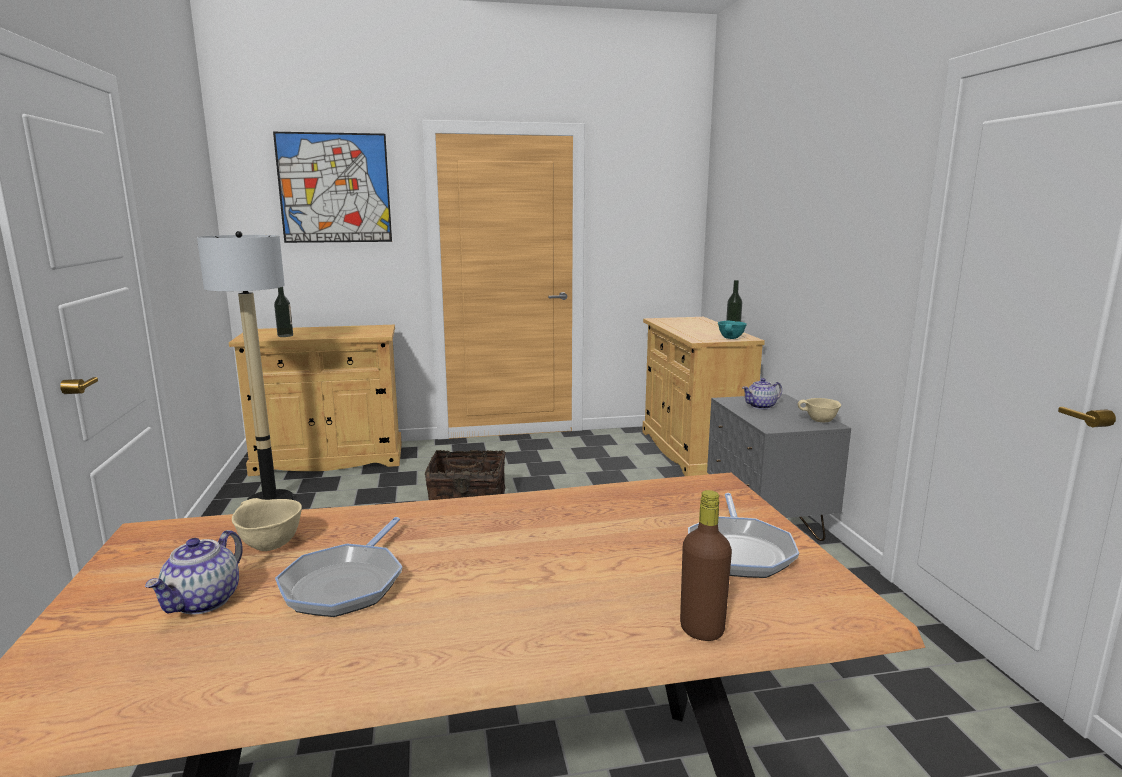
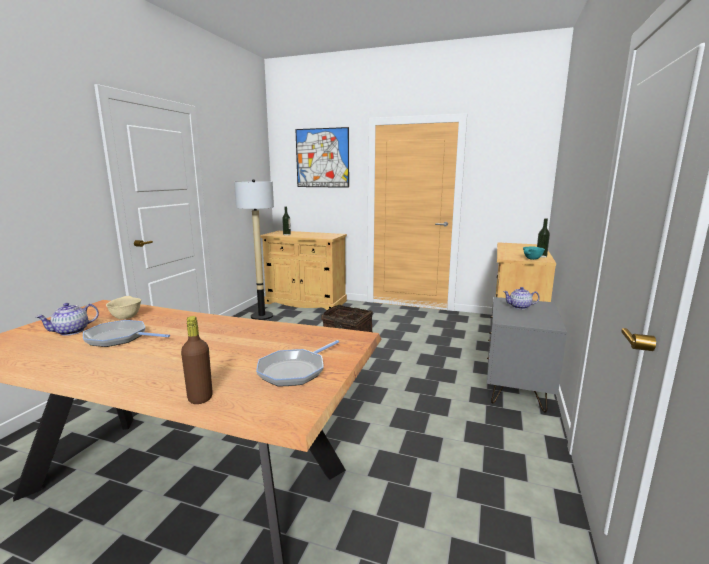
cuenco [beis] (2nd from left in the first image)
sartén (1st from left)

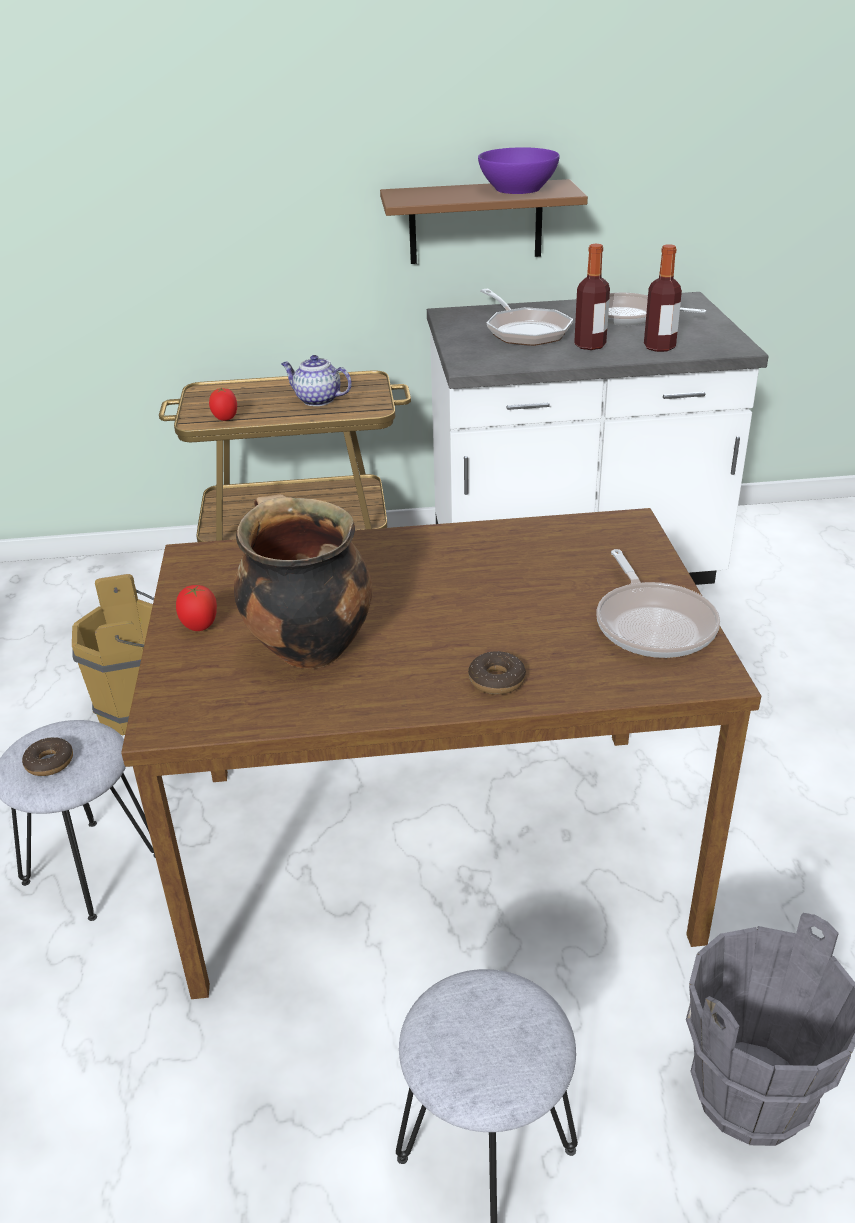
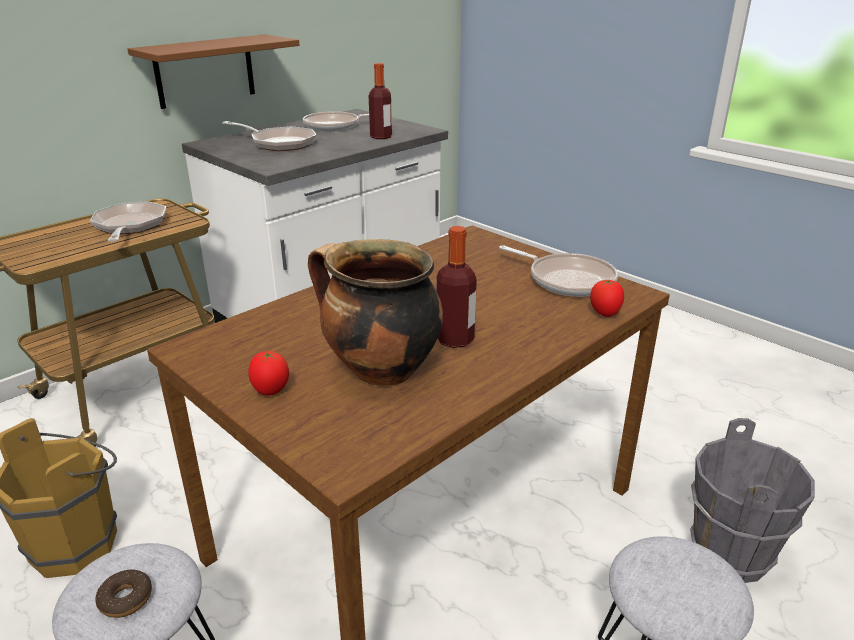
cuenco [morado]
botella (2nd from left)
sartén (1st from left)
tomate (2nd from left)
rosquilla (2nd from left in the first image)

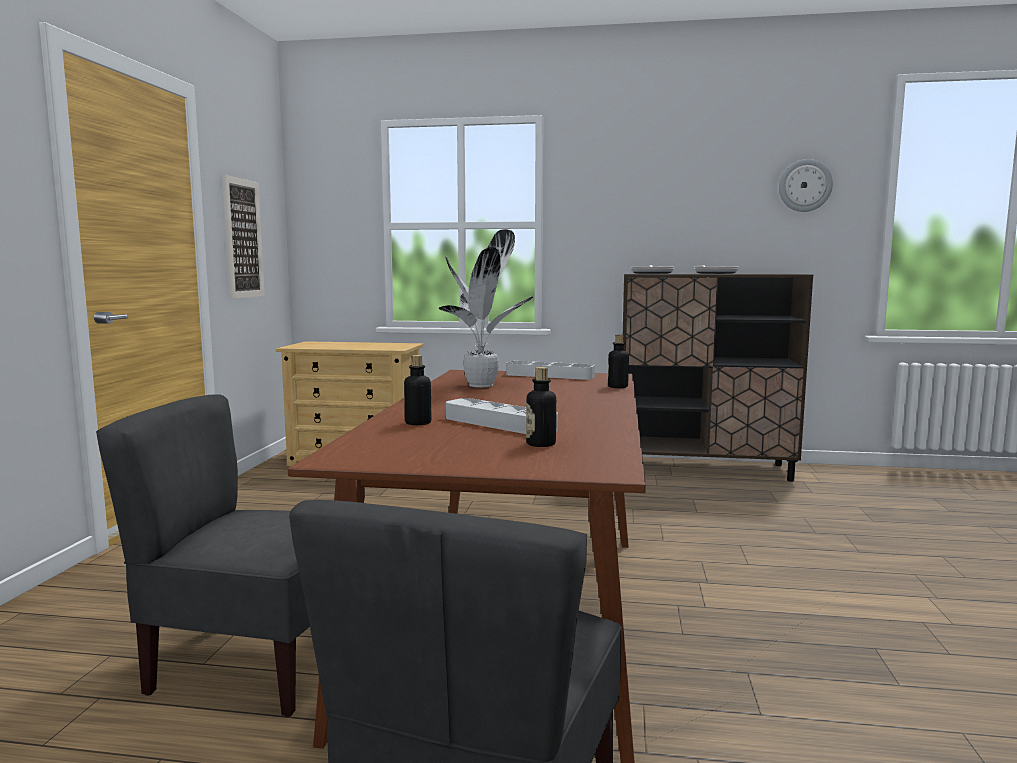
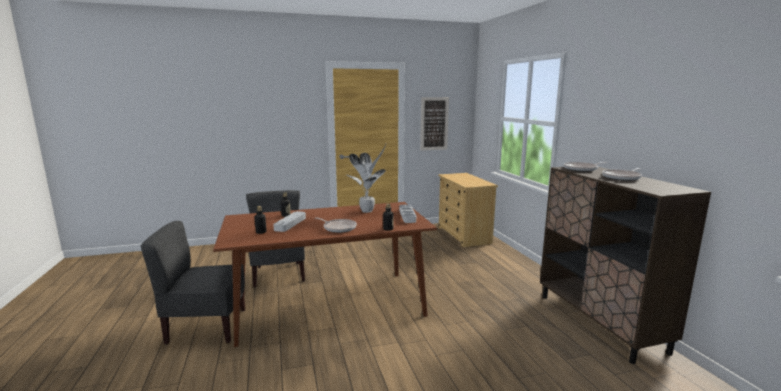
reloj de pared
sartén (1st from left)

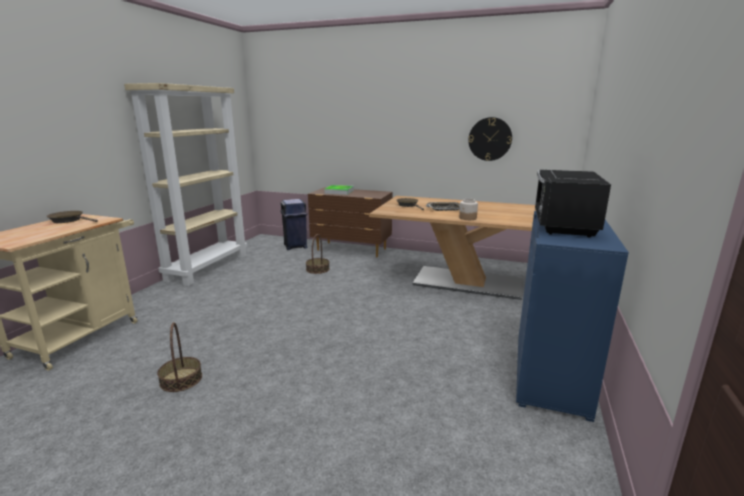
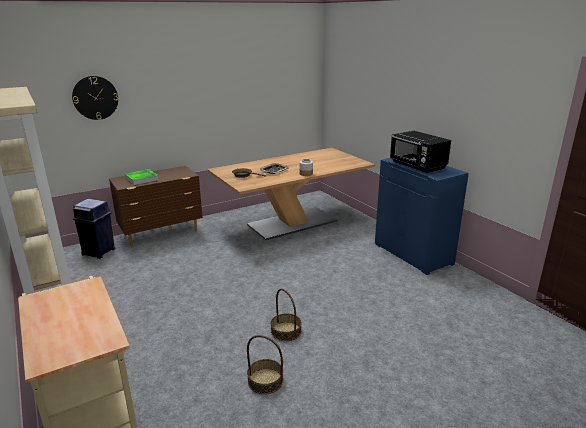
reloj de pared
sartén [marrón] (1st from left in the first image)
cesta (2nd from left)

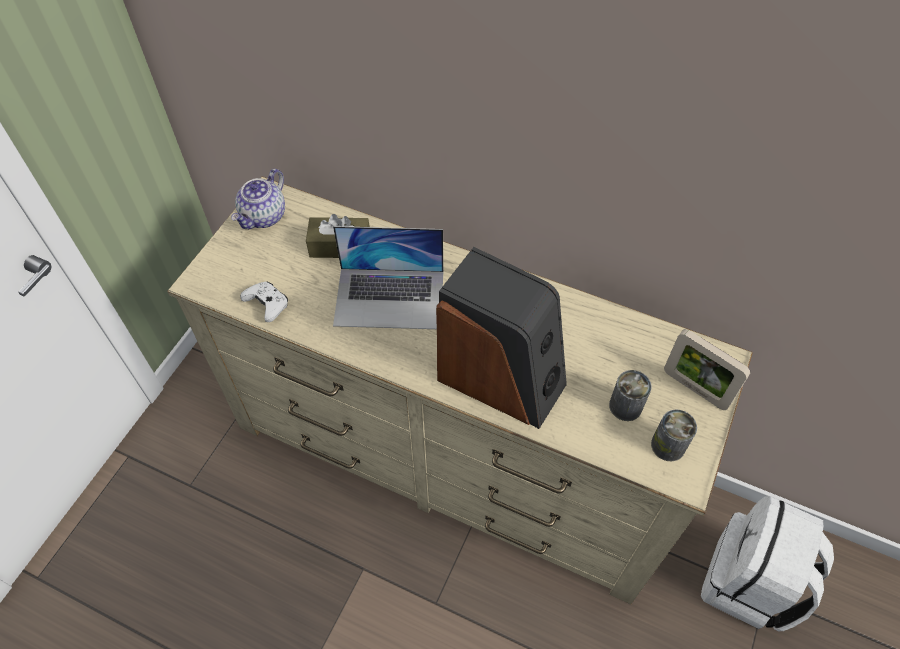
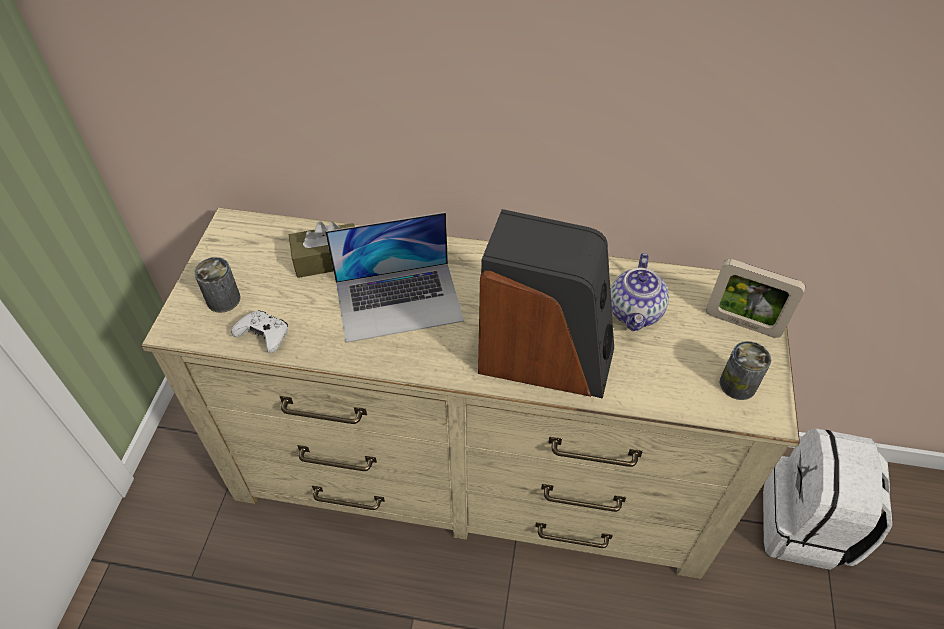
tetera
lata (1st from left)

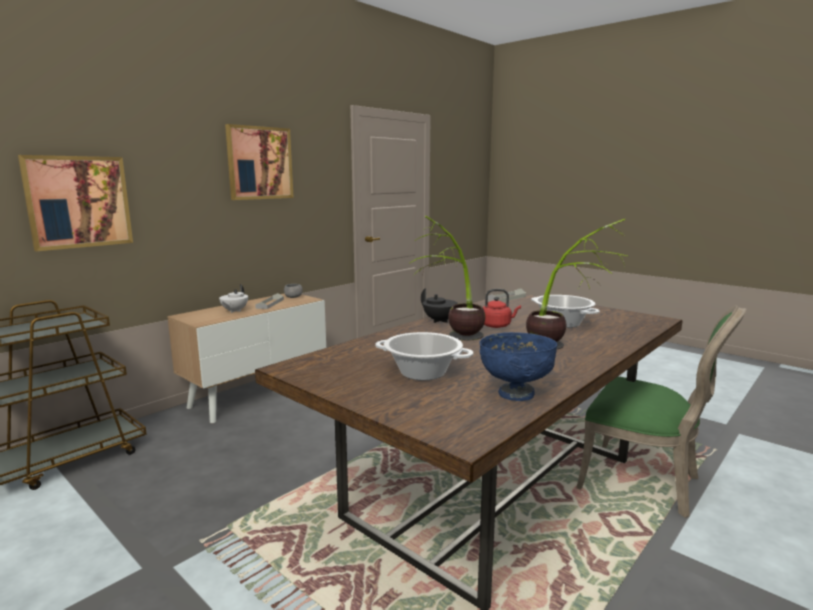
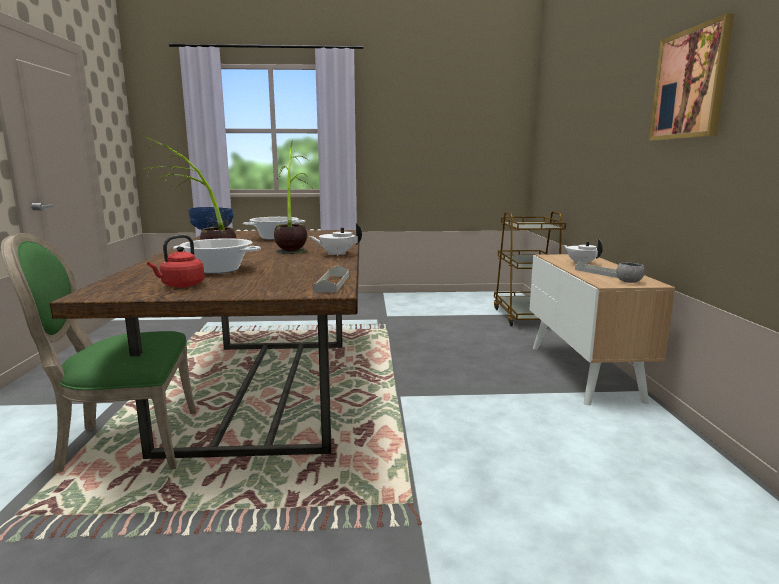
cuadro (1st from left in the first image)
tetera [blanco] (1st from left)
hervidor [rojo]

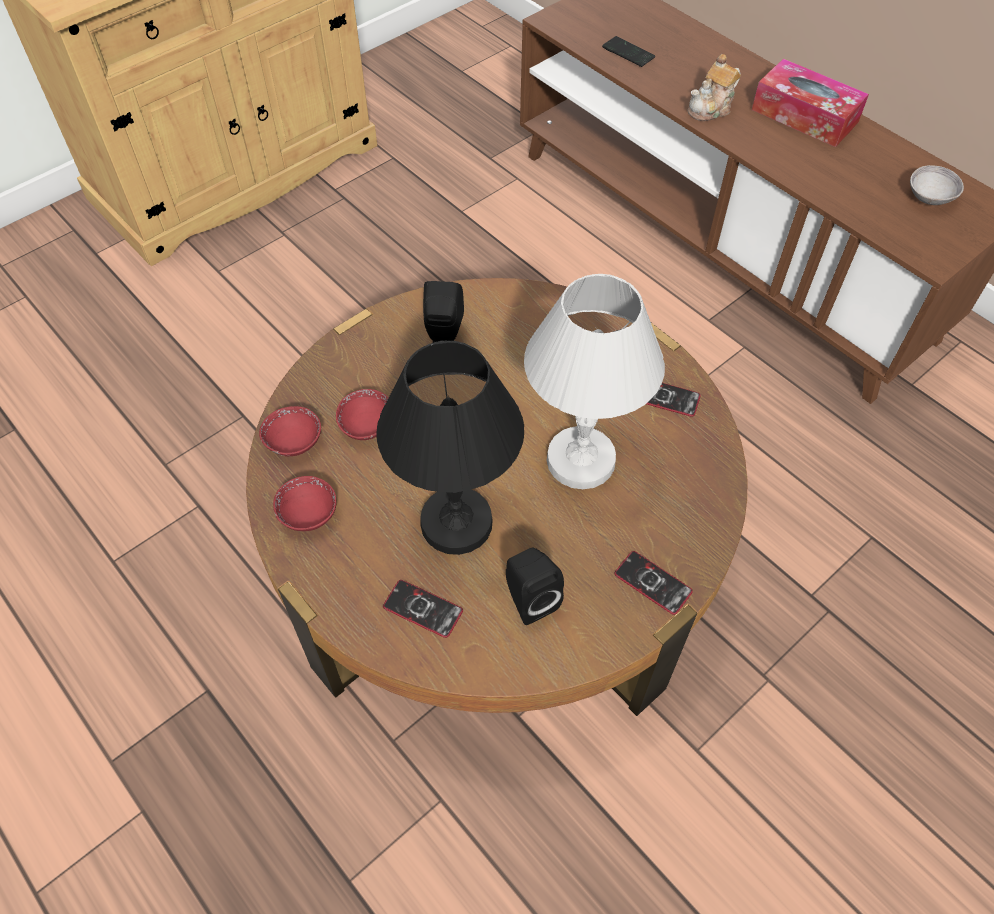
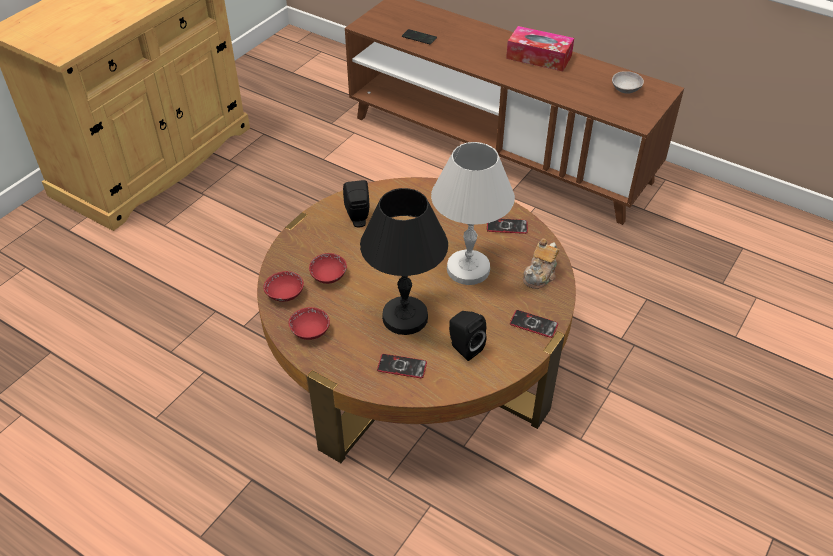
tetera

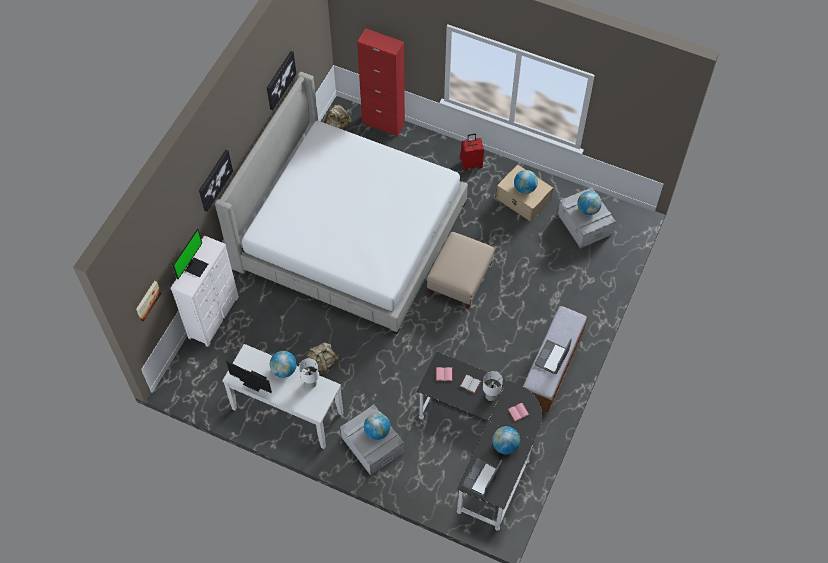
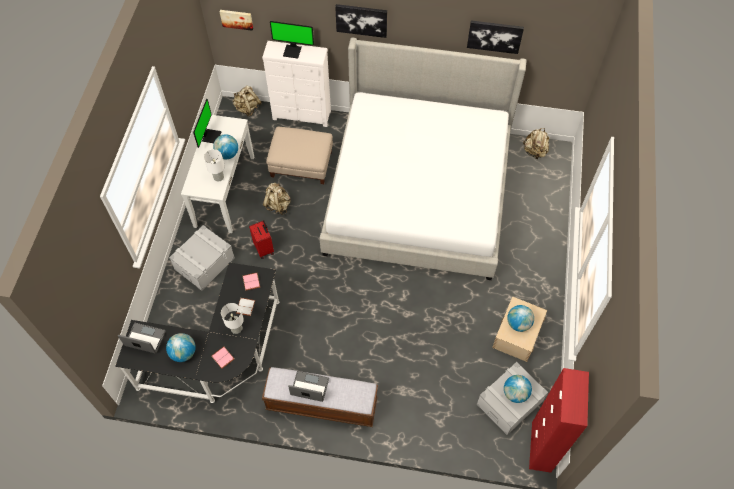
armario [rojo]
maleta [rojo]
puf [beis]
globo terráqueo (2nd from left in the first image)
mochila [beis] (1st from left)

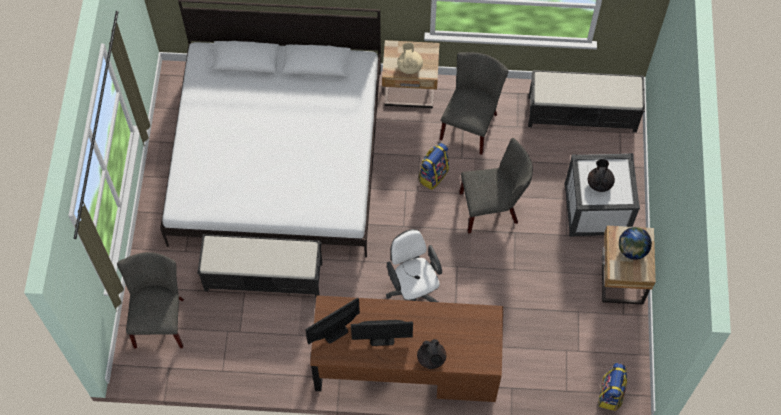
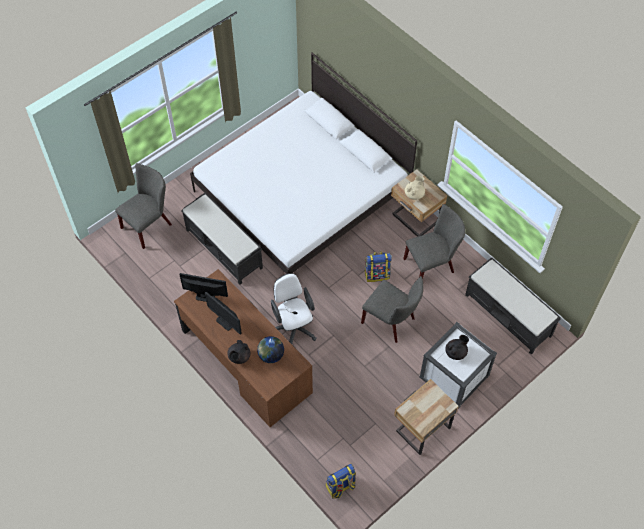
globo terráqueo
silla de oficina [blanco]

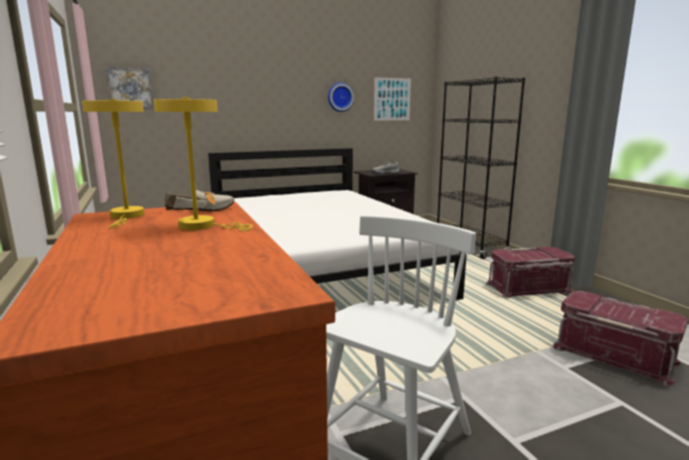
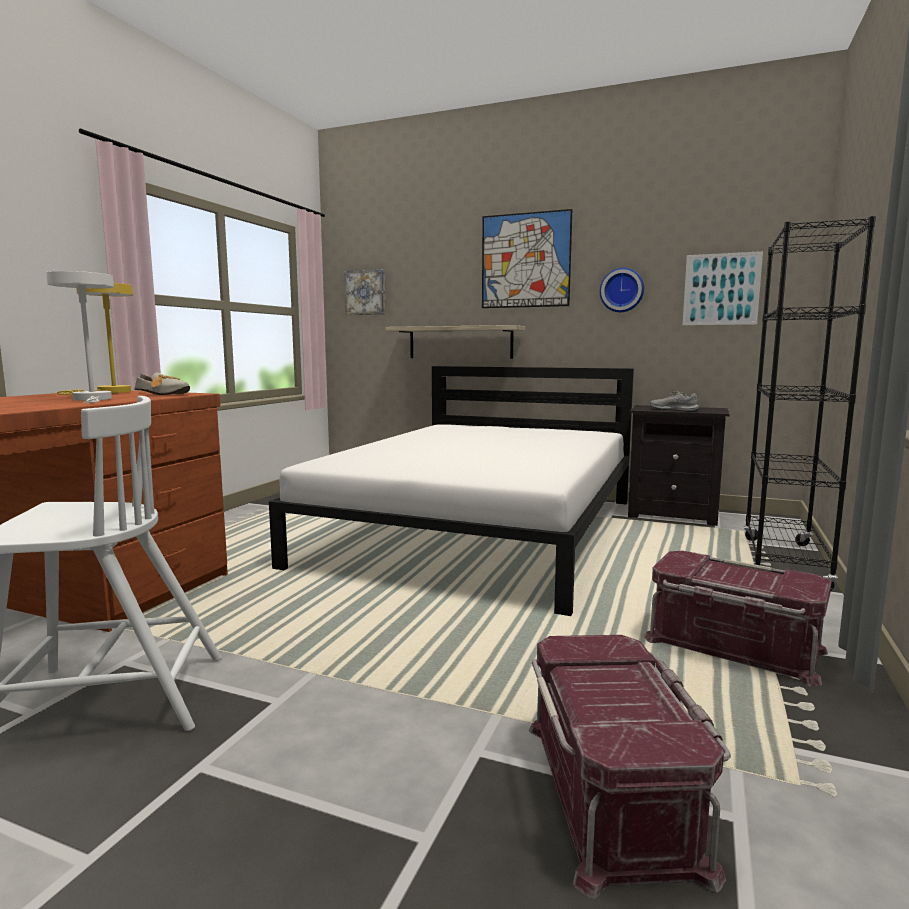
lámpara de mesa [blanco]
cuadro (2nd from left)
estante

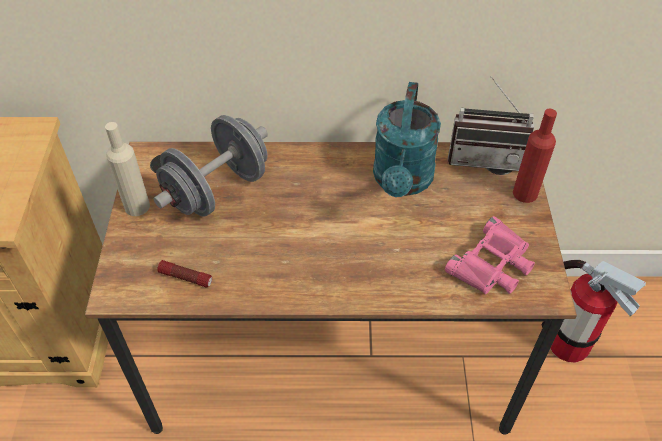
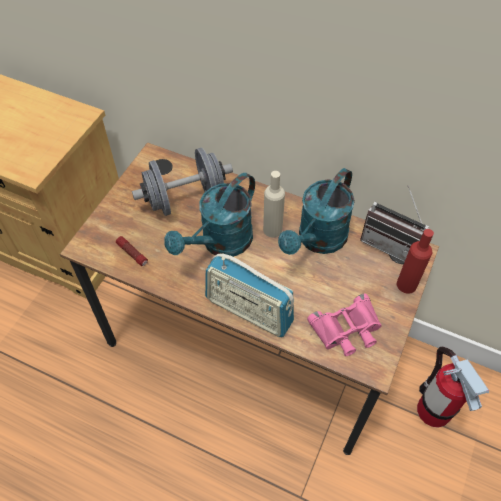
botella [beis]
regadera [turquesa] (1st from left)
radio (1st from left)

